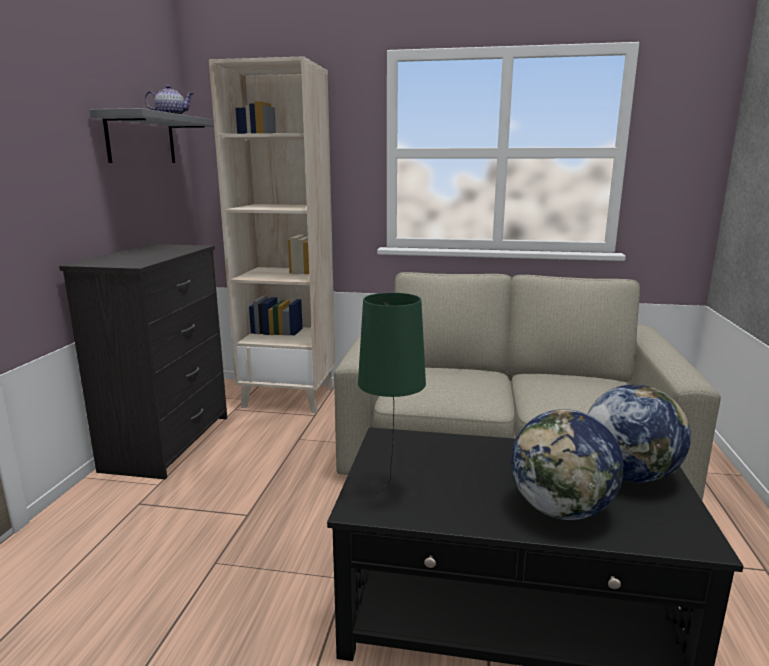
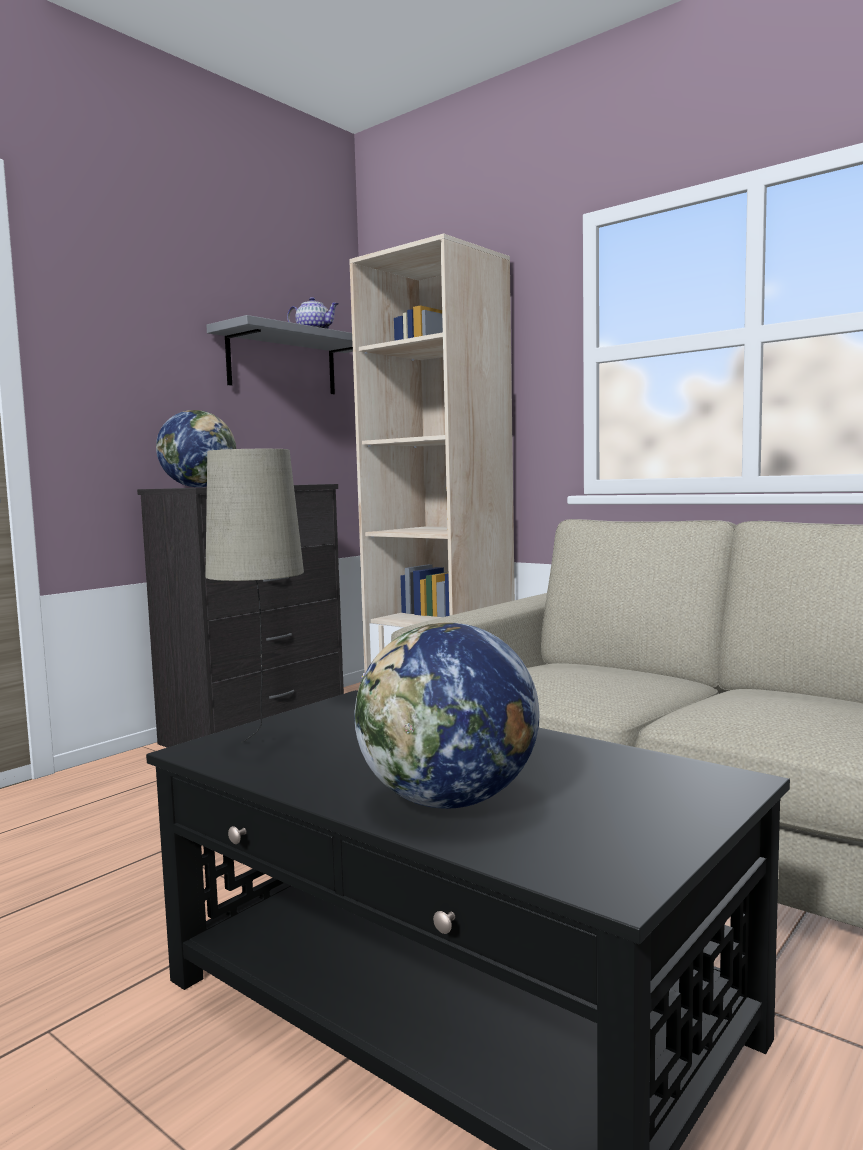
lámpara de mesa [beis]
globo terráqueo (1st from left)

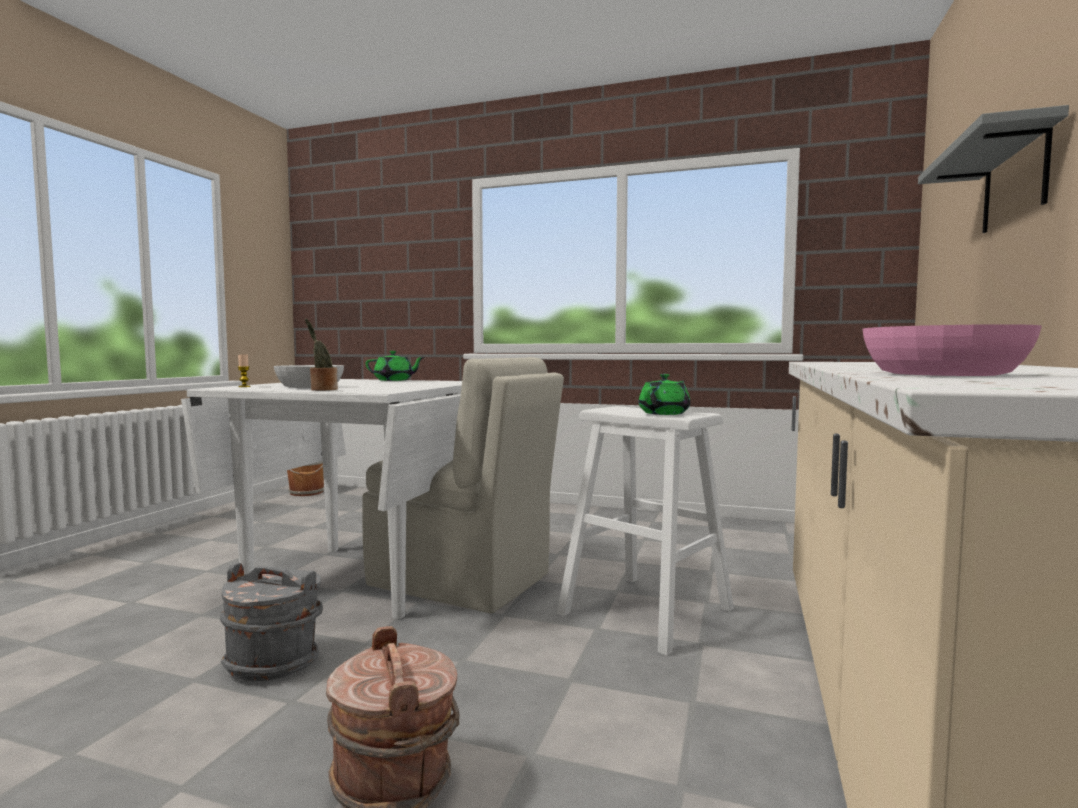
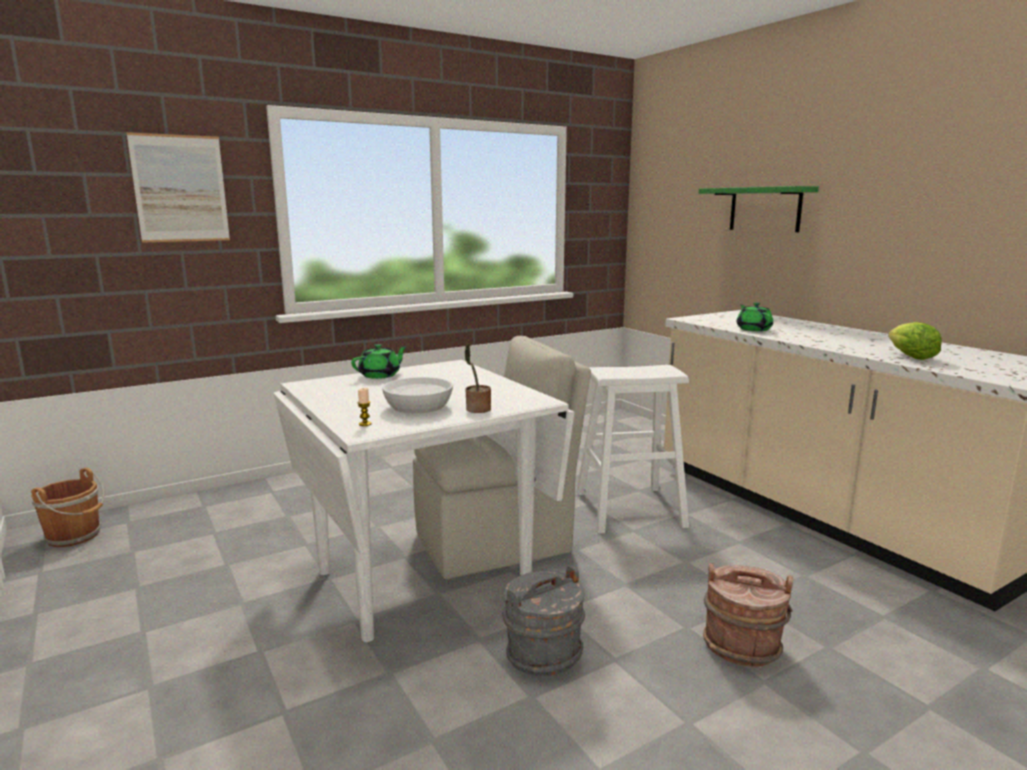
estante [verde]
lechuga
tetera [verde] (2nd from left)
cuadro

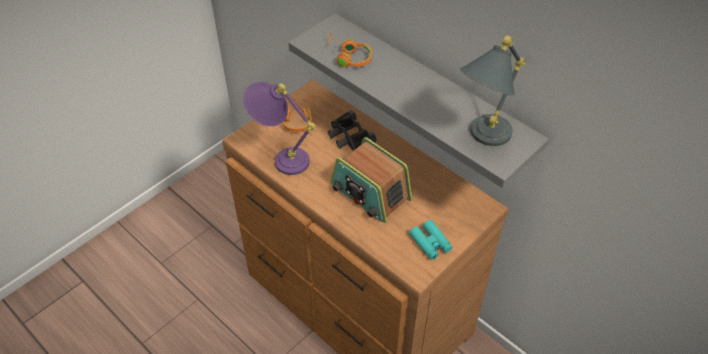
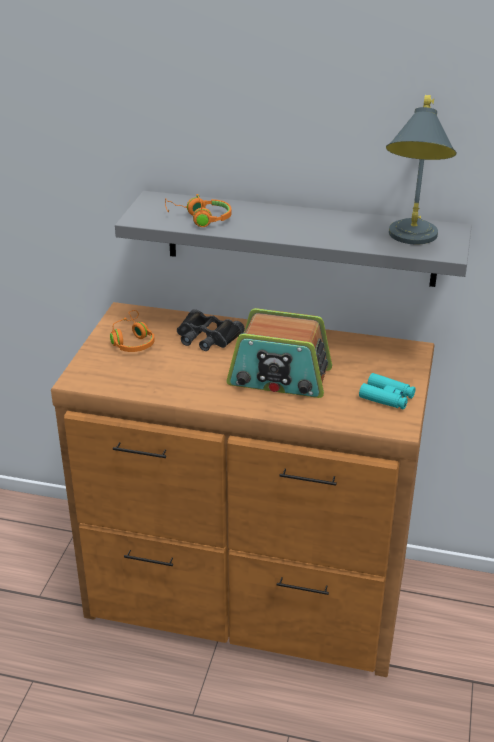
lámpara de mesa [morado]

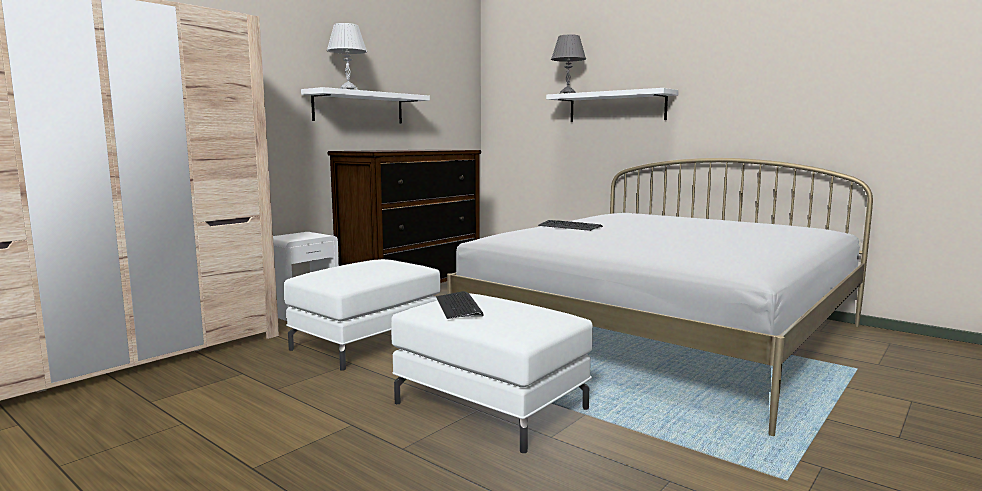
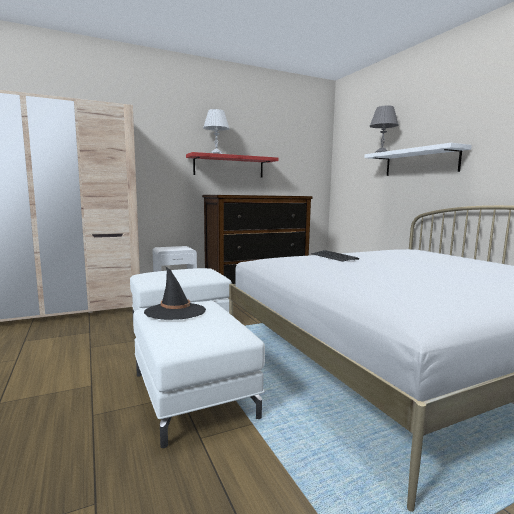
estante [rojo]
sombrero [negro]

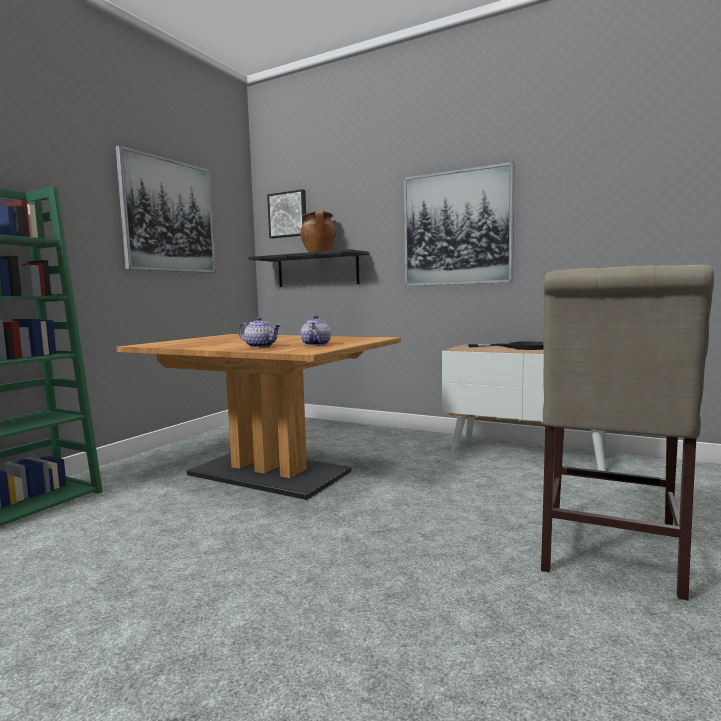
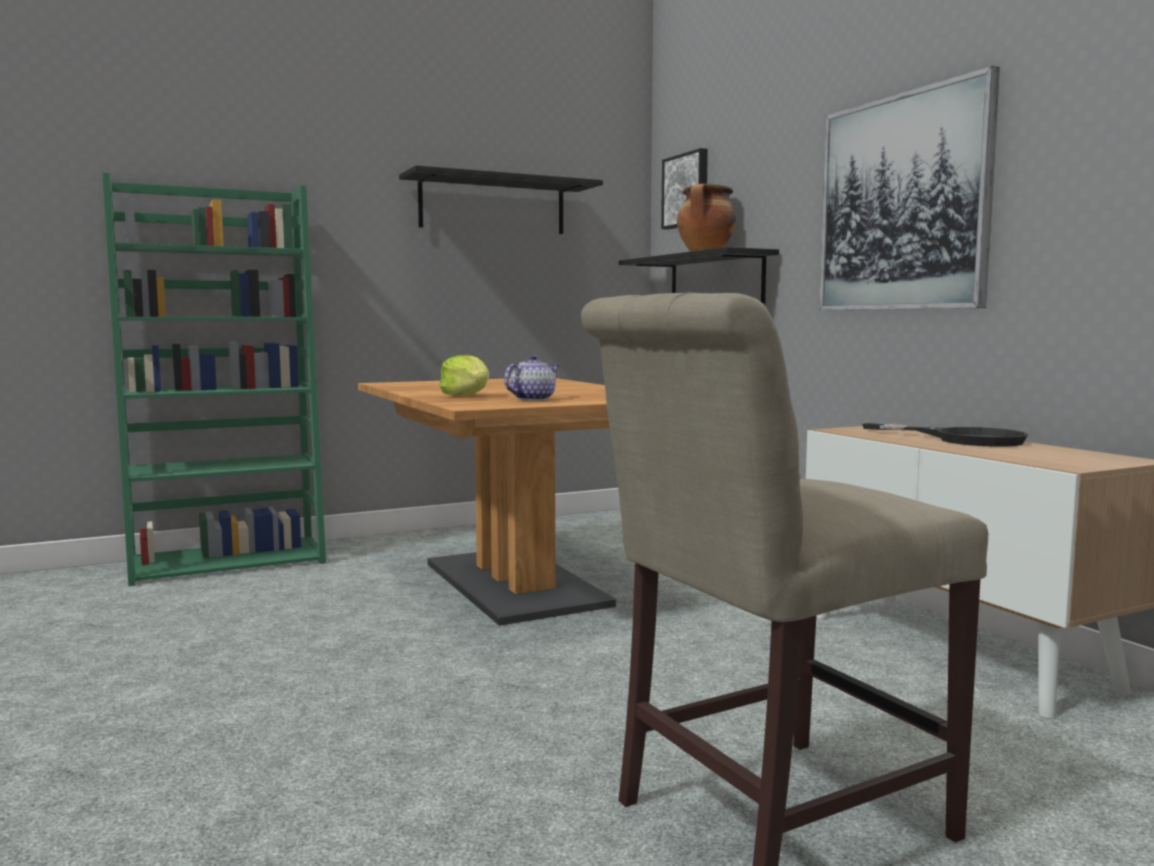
estante [negro] (1st from left)
lechuga

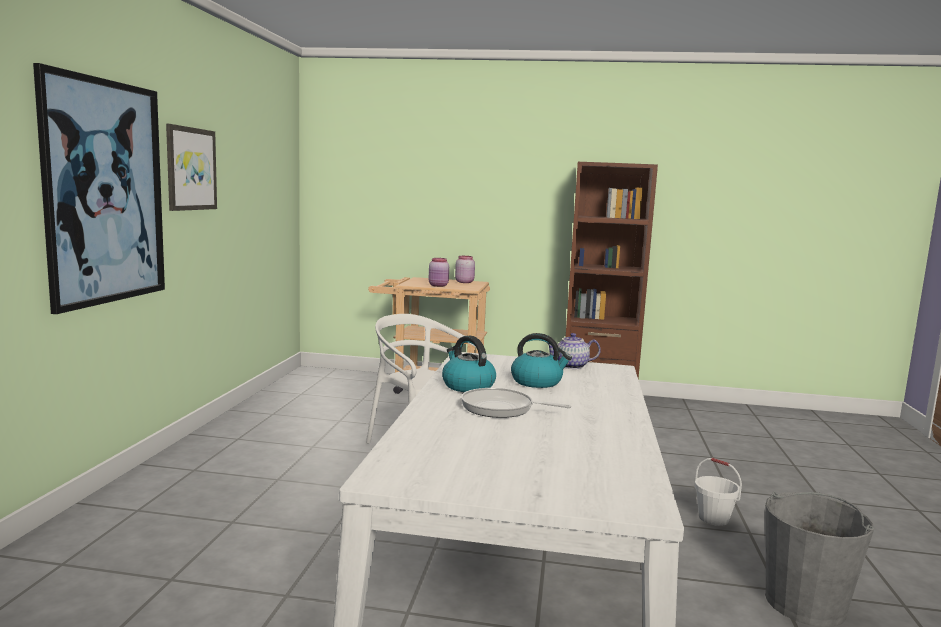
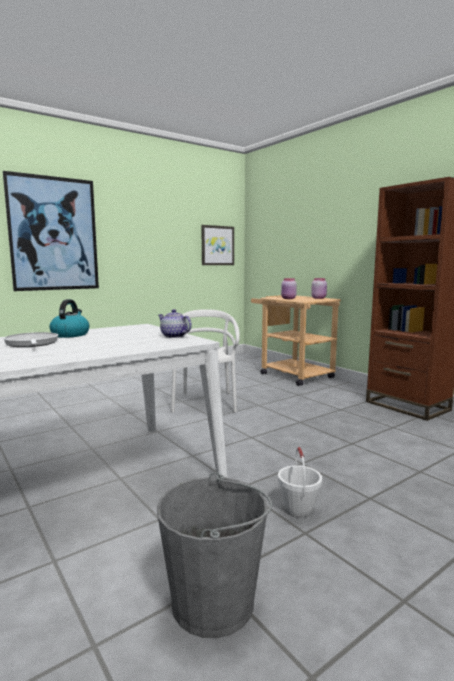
cuadro (2nd from left)
hervidor (2nd from left in the first image)

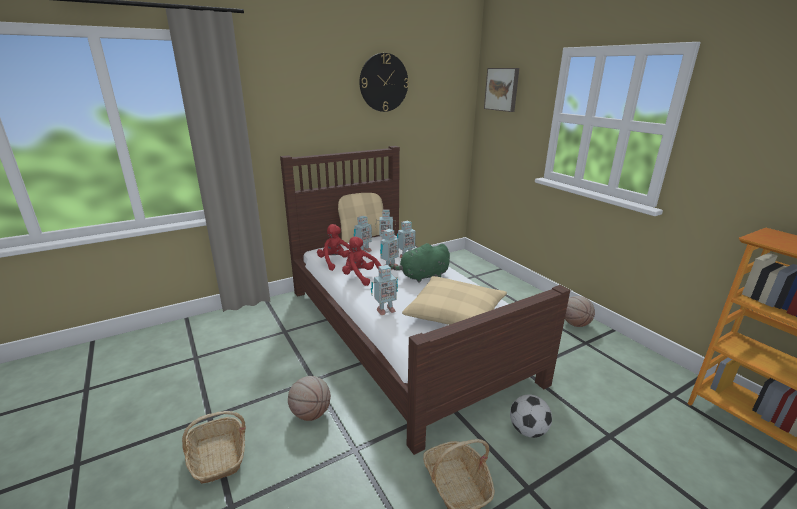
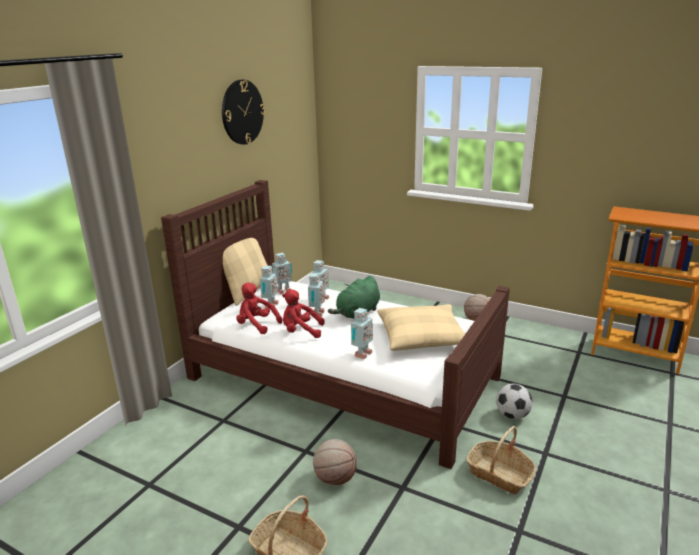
cuadro

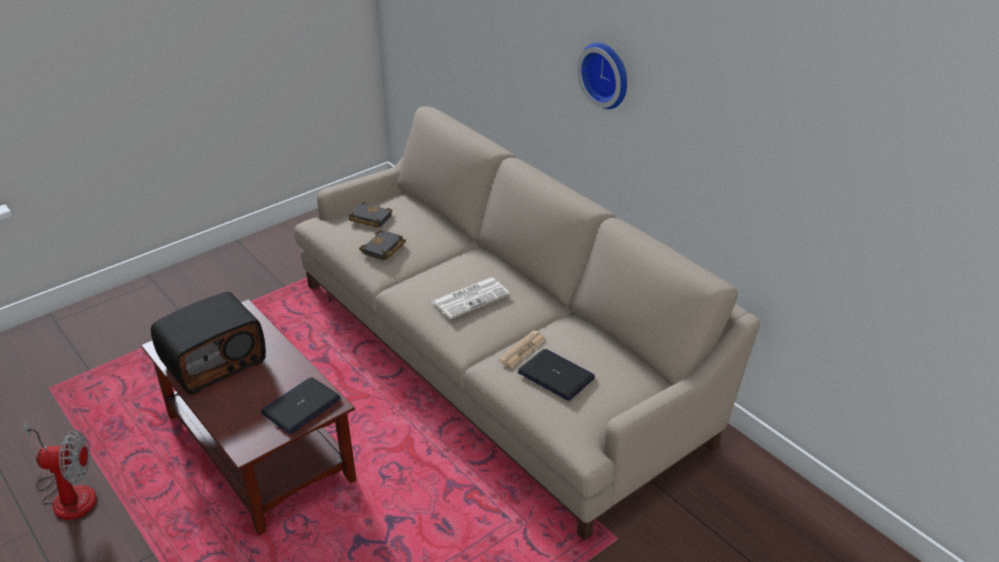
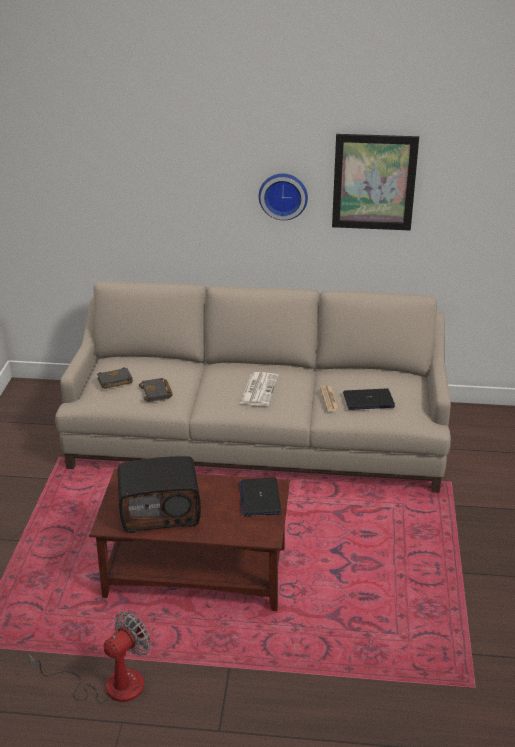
radio
cuadro

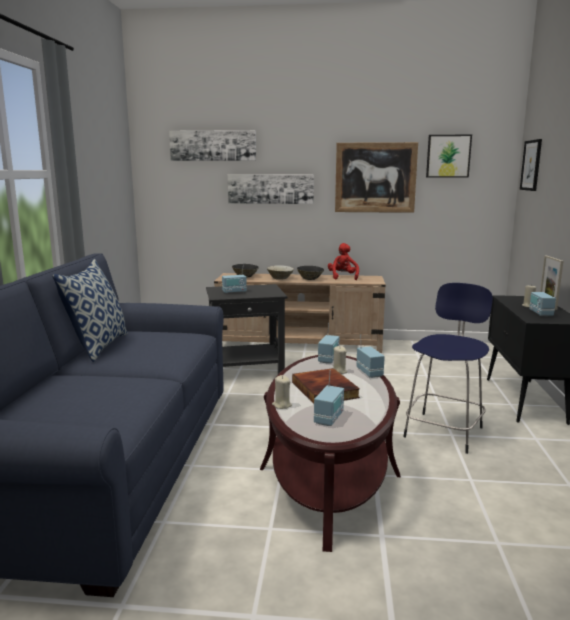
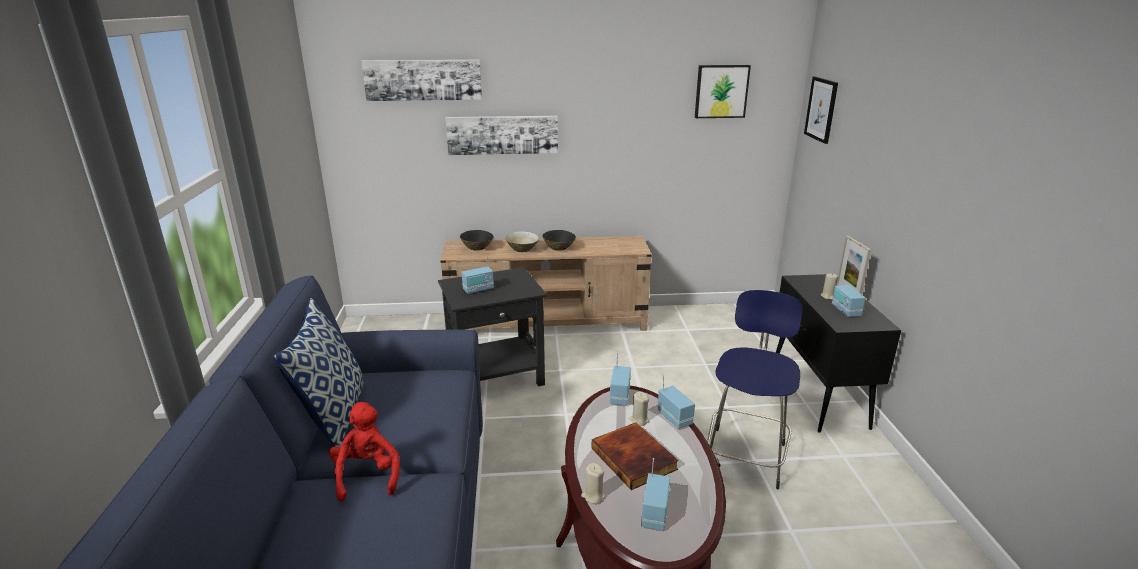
cuadro (3rd from left in the first image)
peluche [rojo]

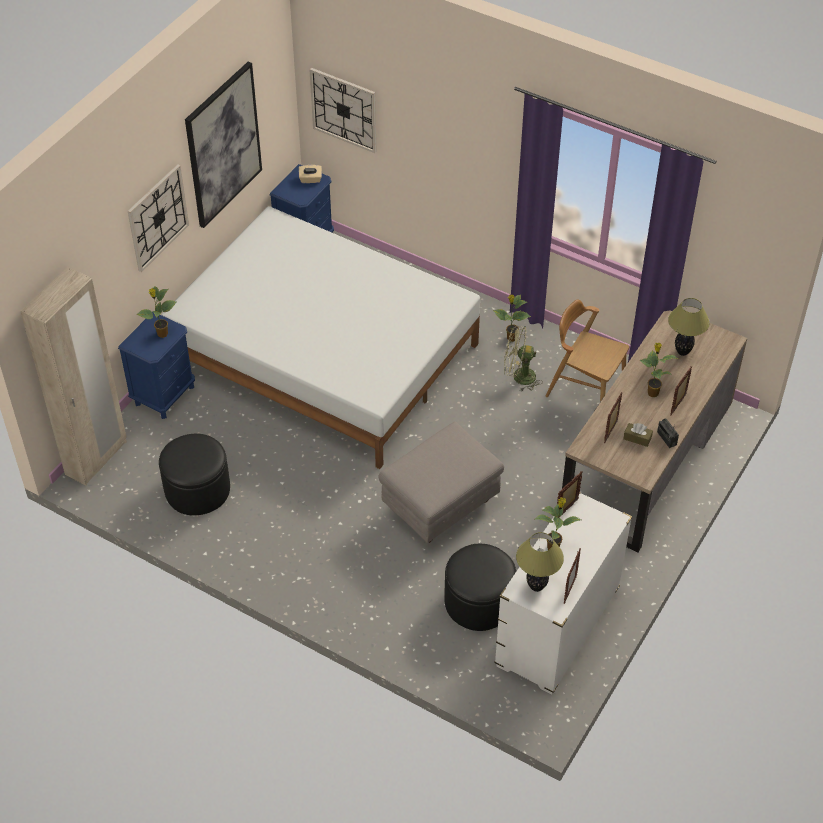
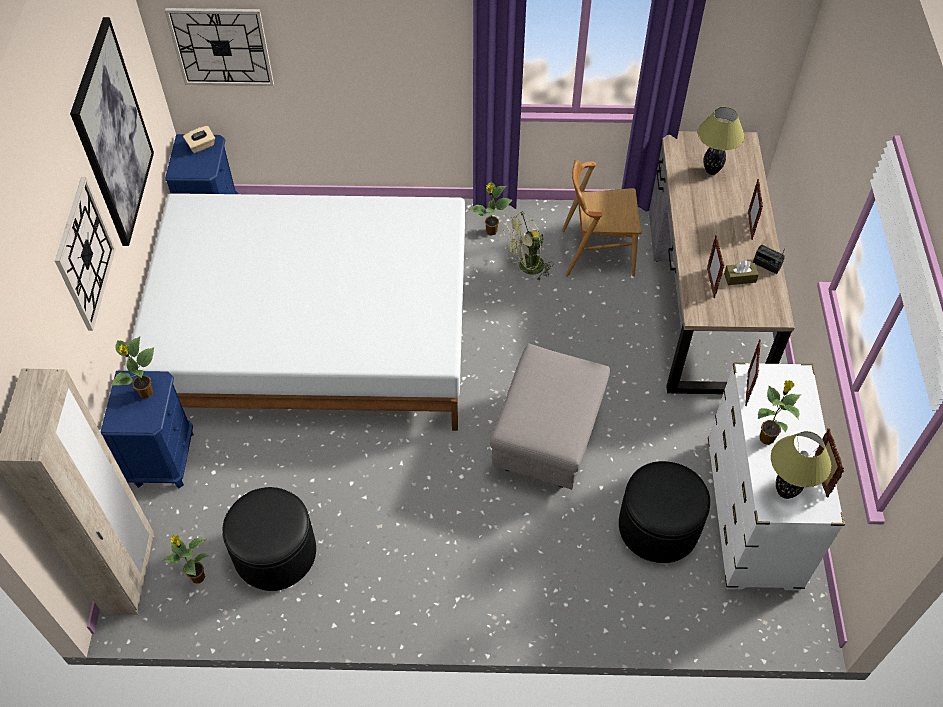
planta en maceta (2nd from left)

